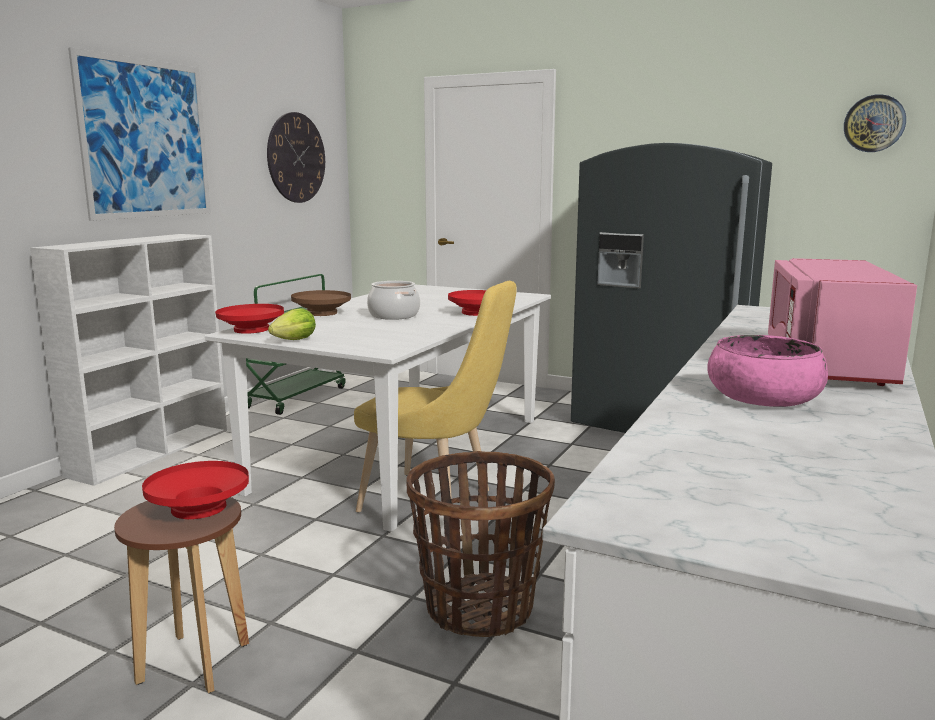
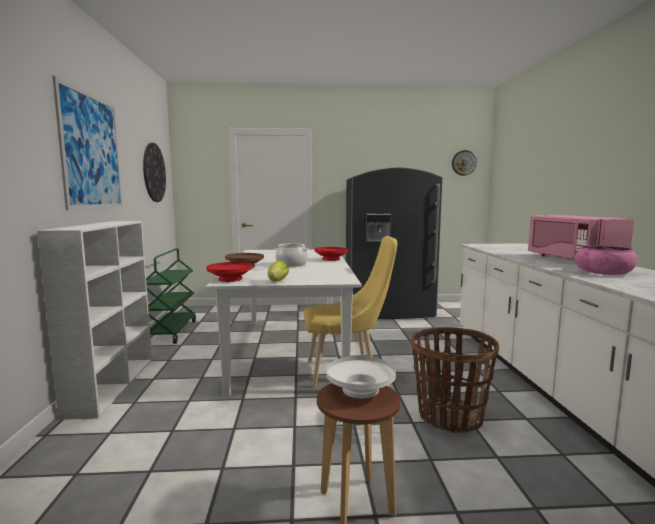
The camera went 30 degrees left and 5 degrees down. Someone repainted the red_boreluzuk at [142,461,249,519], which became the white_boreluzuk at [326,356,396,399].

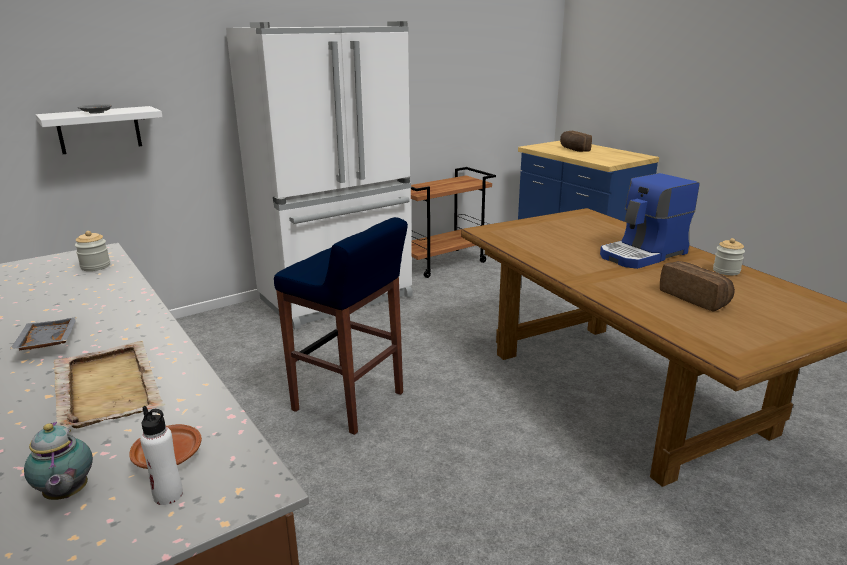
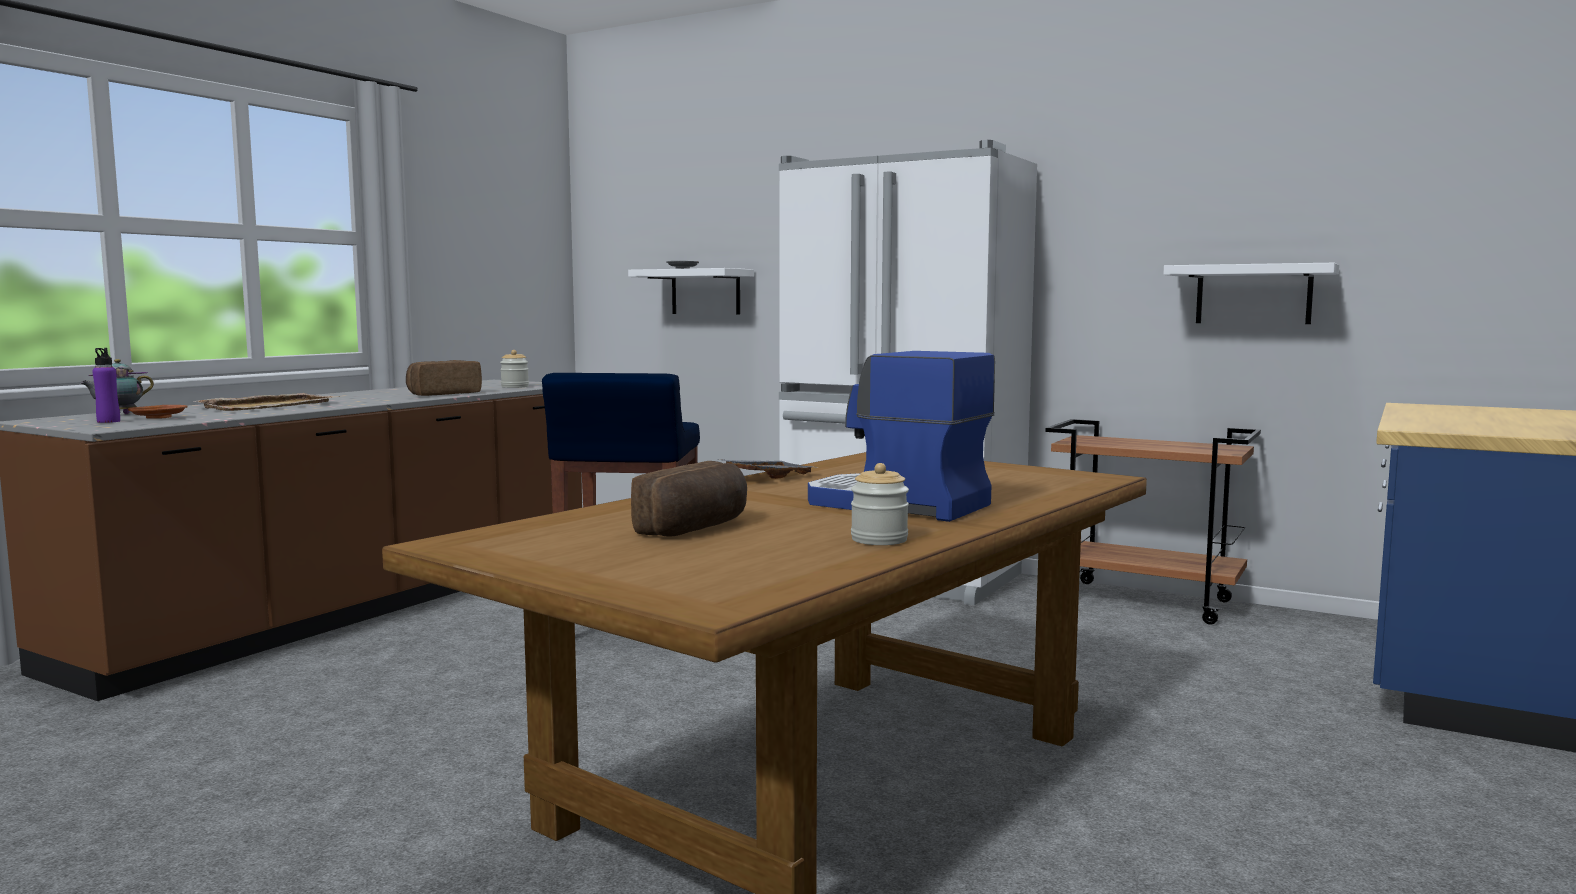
The camera went 65 degrees right and 15 degrees down. Someone carried the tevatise from [560,131,592,152] to [406,360,482,396]. Someone carried the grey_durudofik from [10,317,77,350] to [717,459,818,479]. Someone repainted the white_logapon at [140,406,183,505], which became the purple_logapon at [93,348,120,423]. Someone put up the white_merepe at [1163,263,1339,324].

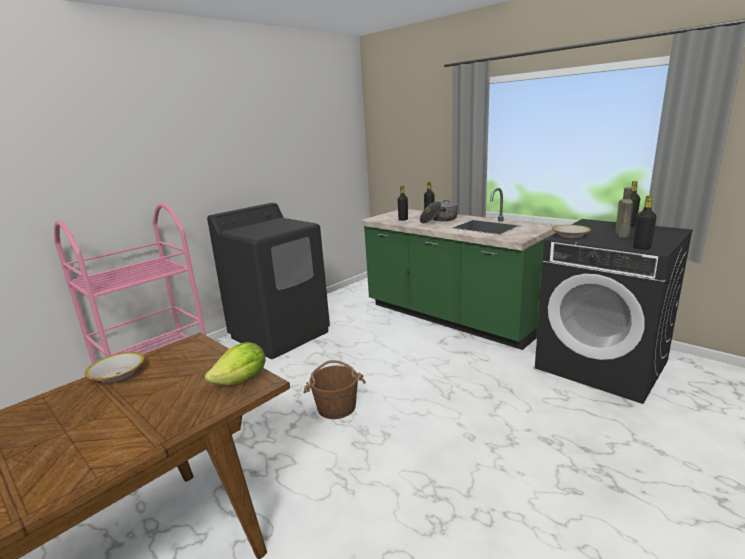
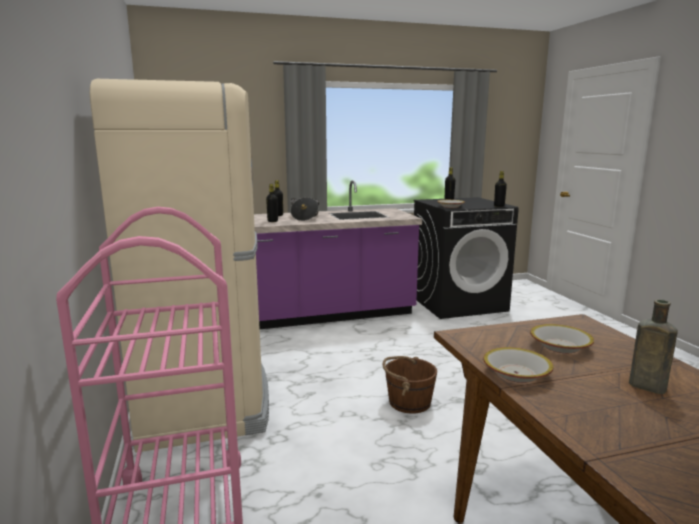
The camera went 60 degrees left and 5 degrees down. Someone carried the brown_logapon from [615,187,633,238] to [629,299,678,394]. Someone repainted the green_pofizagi at [360,188,558,350], which became the purple_pofizagi at [254,180,422,329]. Someone swapped the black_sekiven at [207,203,330,359] for the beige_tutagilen at [90,79,269,453]. Someone took away the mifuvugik at [205,342,266,385]. Someone put down the boreluzuk at [530,324,594,353].

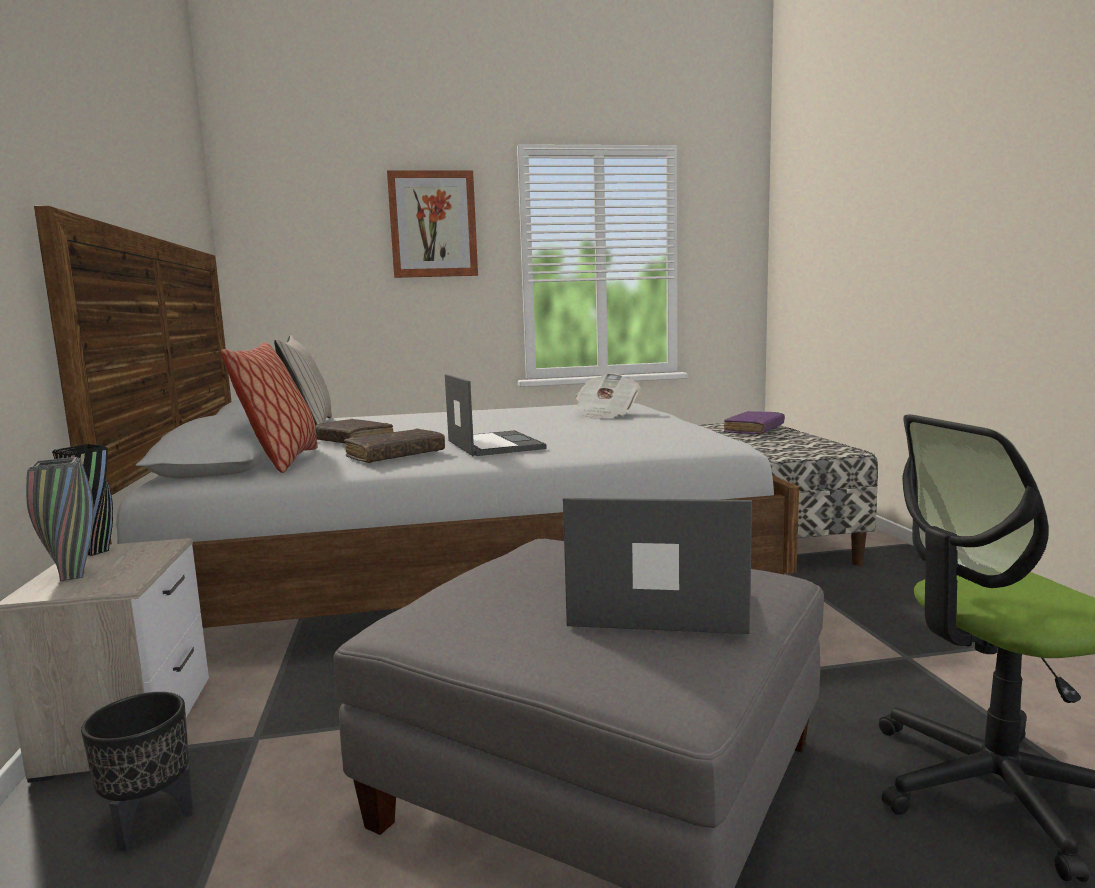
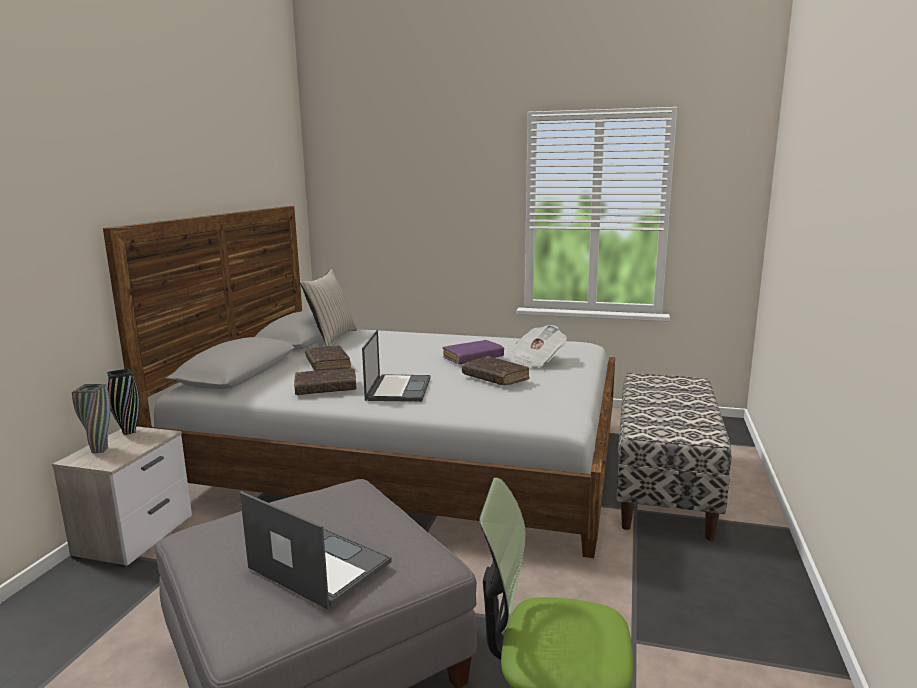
The camera went 25 degrees right and 5 degrees up. Someone took away the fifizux at [387,170,478,278]. Someone took away the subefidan at [221,342,318,473]. Someone carried the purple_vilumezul from [724,411,785,434] to [443,340,504,364]. Someone took away the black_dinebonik at [81,692,193,851]. Someone put down the brown_vilumezul at [462,356,530,386].

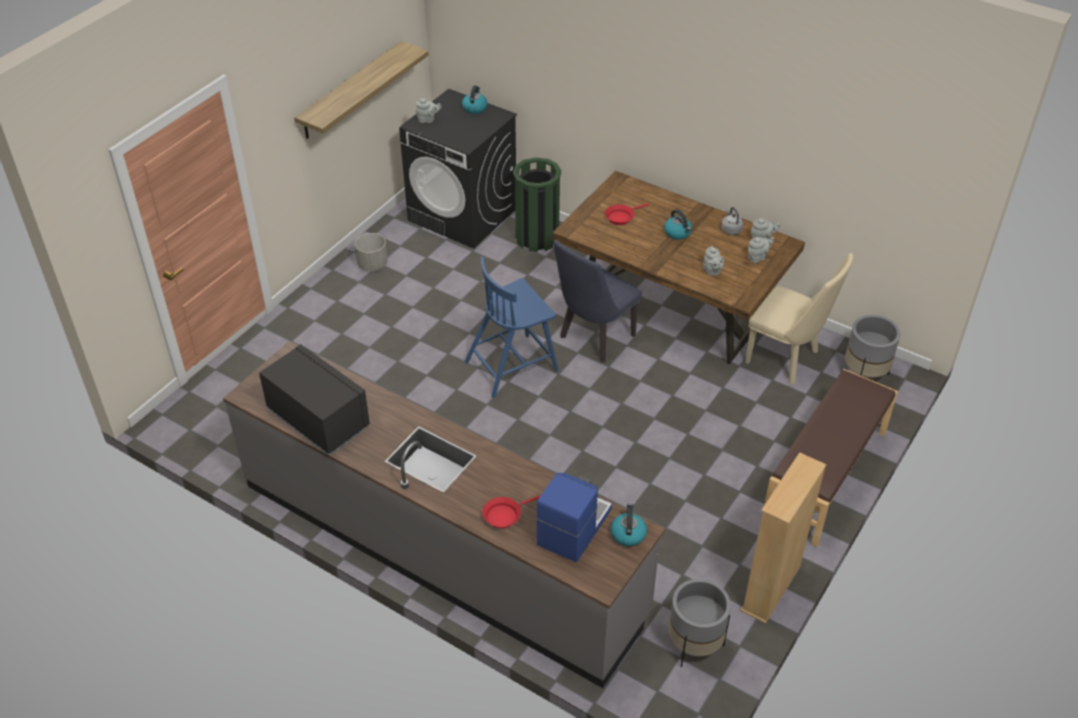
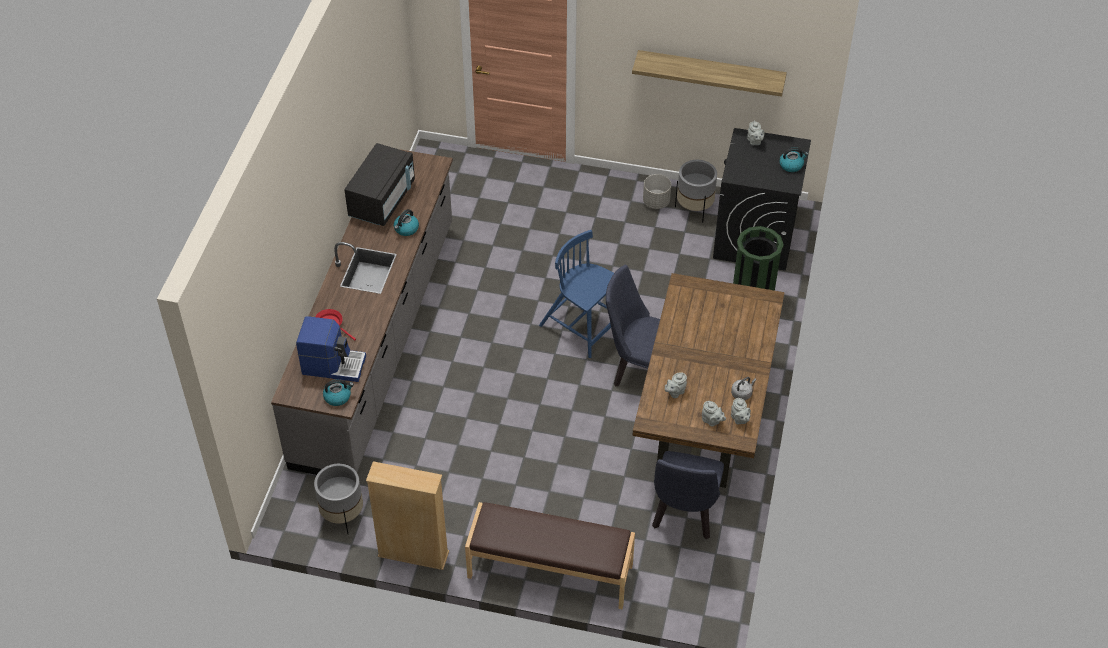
The camera went 70 degrees right and 5 degrees up. Someone took away the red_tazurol at [605,203,649,225]. Someone carried the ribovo from [664,209,692,240] to [394,209,419,236]. Someone repainted the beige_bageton at [745,253,854,385], which became the blue_bageton at [652,451,724,539]. Someone carried the grey_dinebonik from [845,315,900,377] to [675,160,717,222].

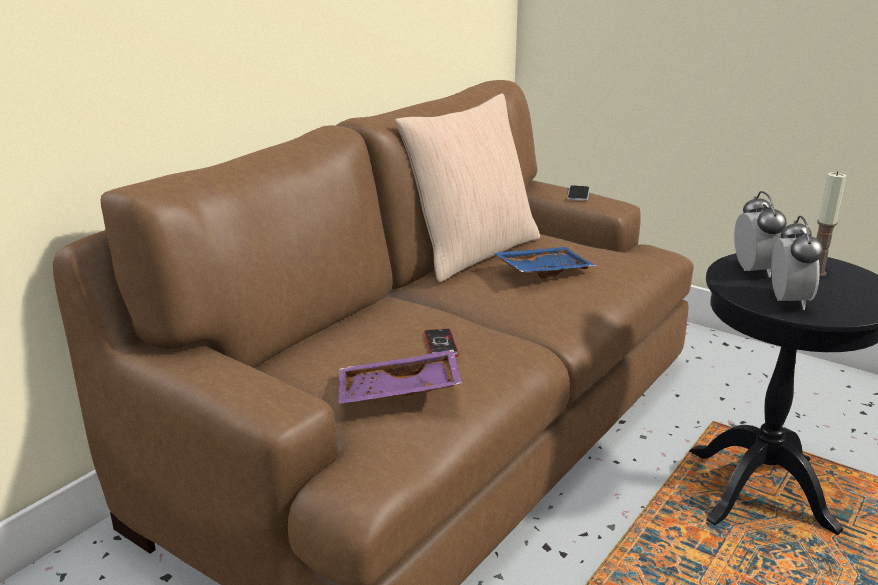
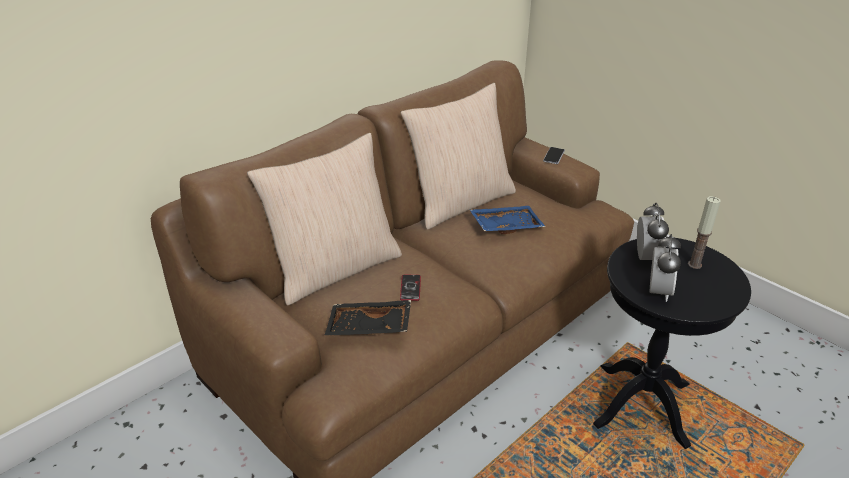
The camera went 10 degrees right and 10 degrees up. Someone repainted the purple_durudofik at [339,349,462,404], which became the black_durudofik at [325,300,411,335]. Someone put down the beige_subefidan at [247,133,402,305].

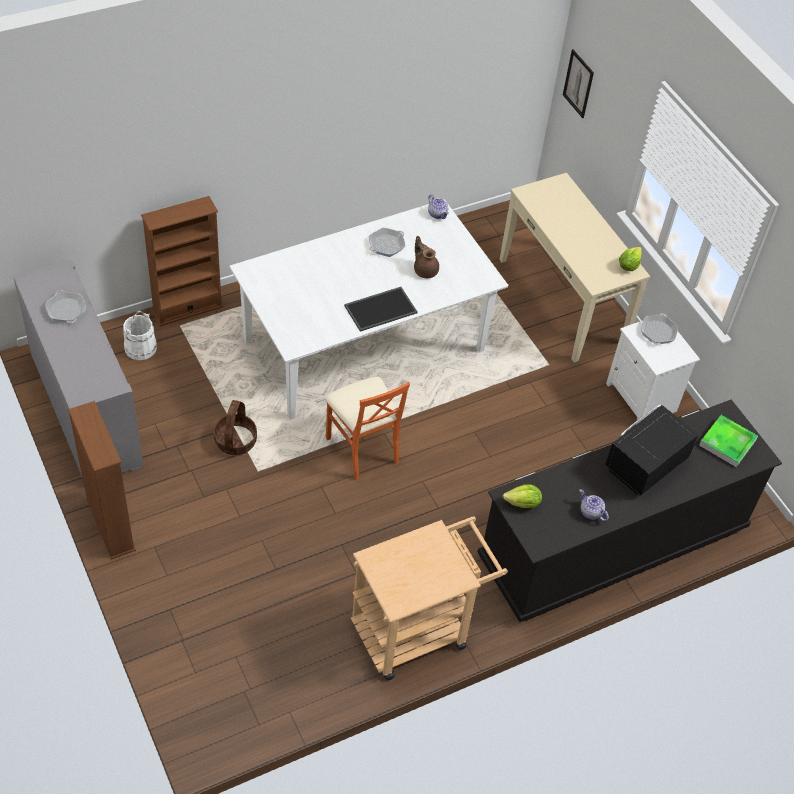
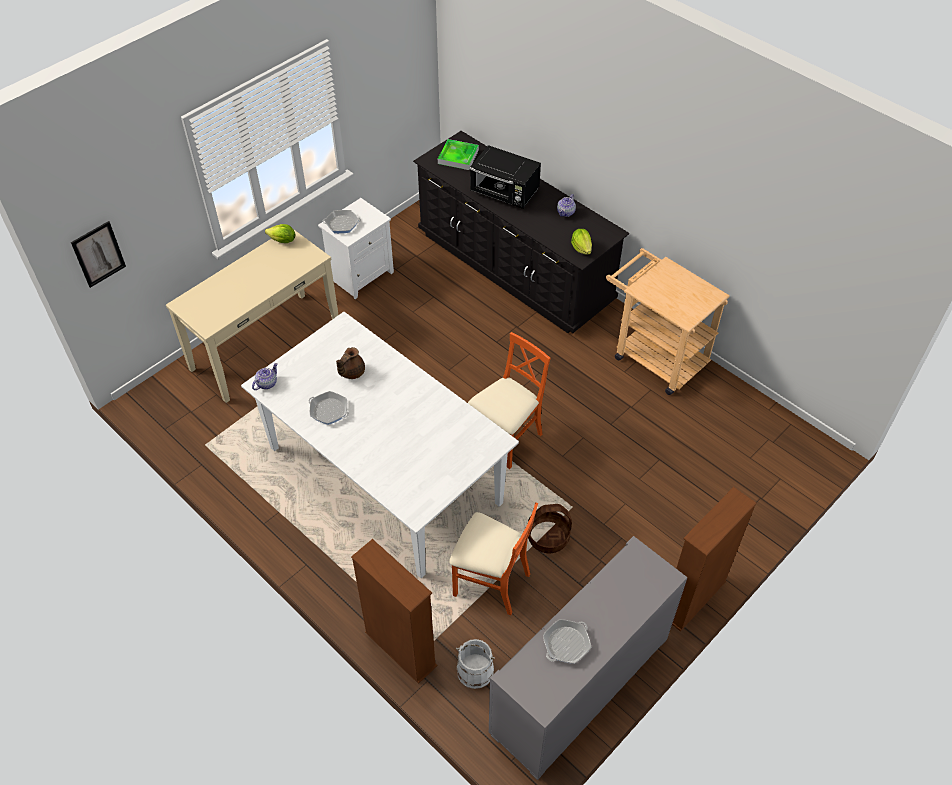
The camera went 105 degrees left and 0 degrees up. Someone took away the durudofik at [344,287,418,332]. Someone put down the orange_bageton at [449,502,538,616].

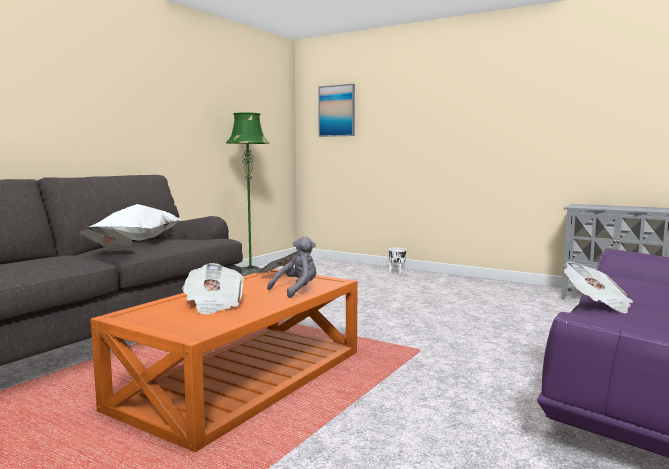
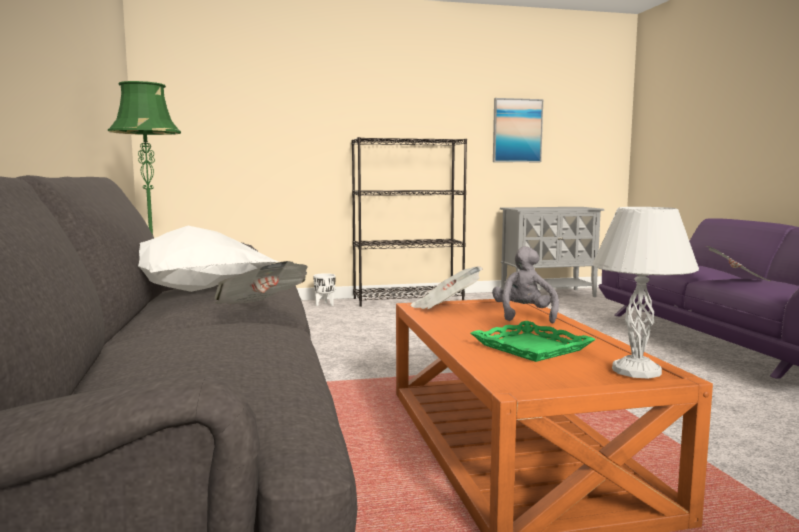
The camera went 45 degrees left and 0 degrees up. Someone carried the fifizux from [318,84,355,137] to [493,98,543,162]. Someone swapped the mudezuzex at [182,263,244,314] for the green_durudofik at [471,321,596,362]. Someone put down the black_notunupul at [352,137,467,307]. Someone put down the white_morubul at [593,207,699,379].

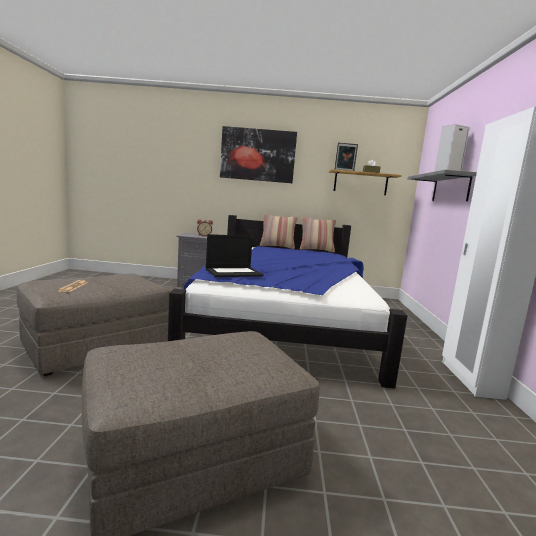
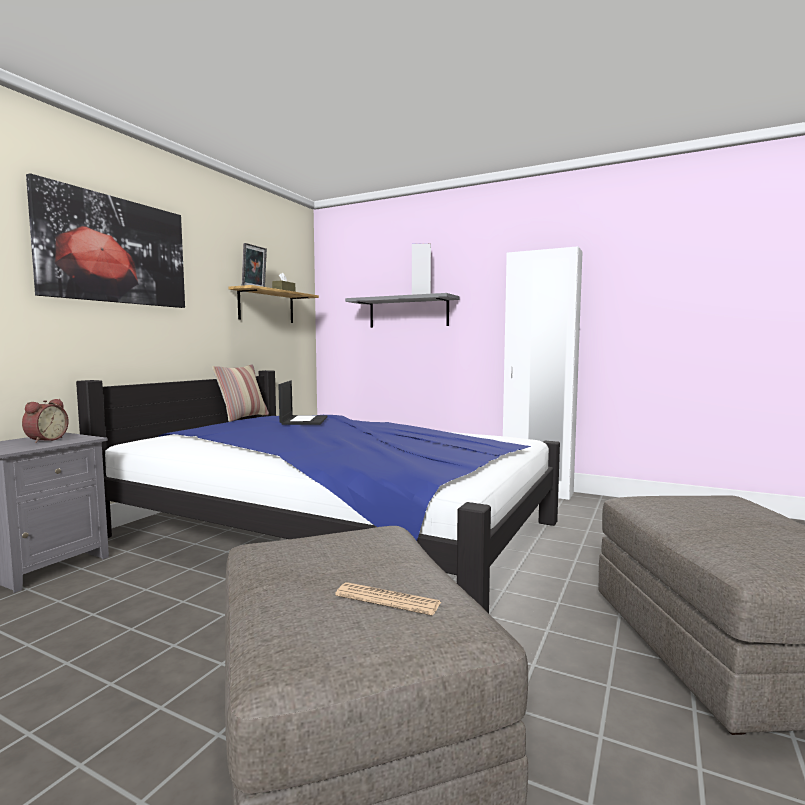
The camera went 65 degrees left and 5 degrees down. Someone took away the subefidan at [260,214,298,249]. Someone carried the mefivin from [206,234,264,277] to [278,381,328,425].

